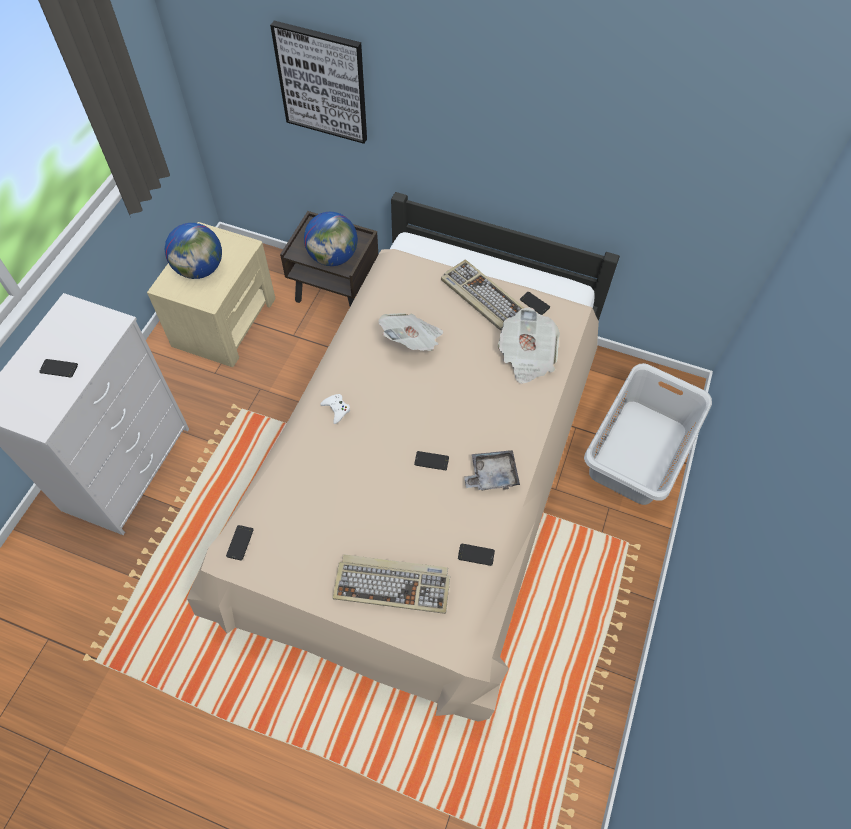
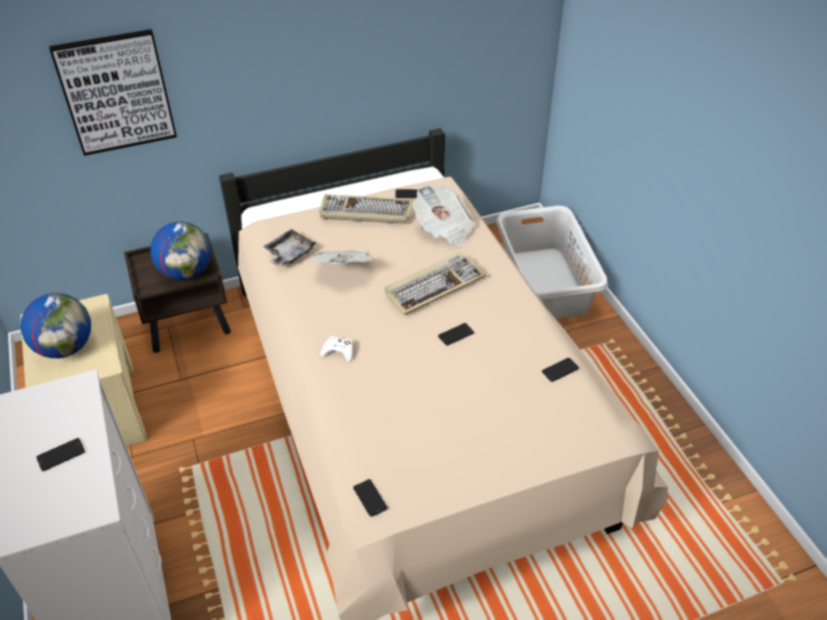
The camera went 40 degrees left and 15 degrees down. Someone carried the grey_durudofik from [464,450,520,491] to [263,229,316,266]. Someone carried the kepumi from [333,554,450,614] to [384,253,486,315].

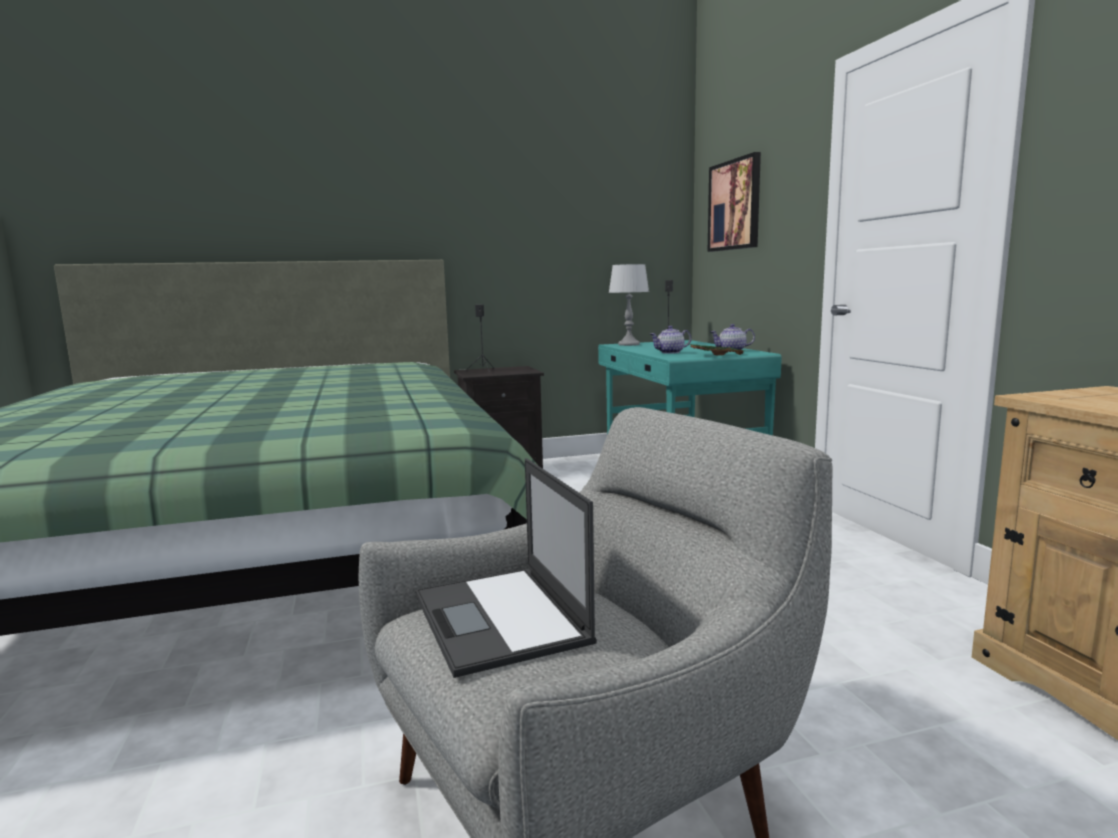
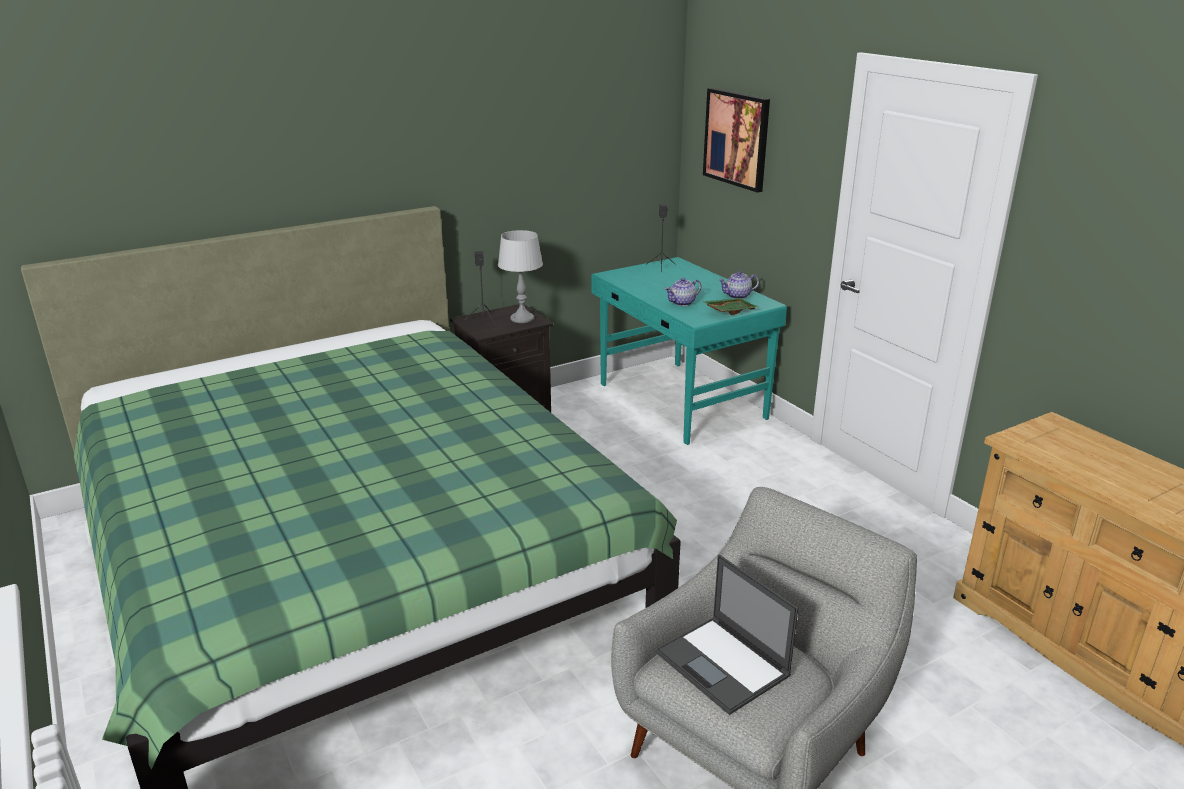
The camera went 15 degrees left and 15 degrees up. Someone carried the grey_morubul from [609,264,649,346] to [498,230,543,323].

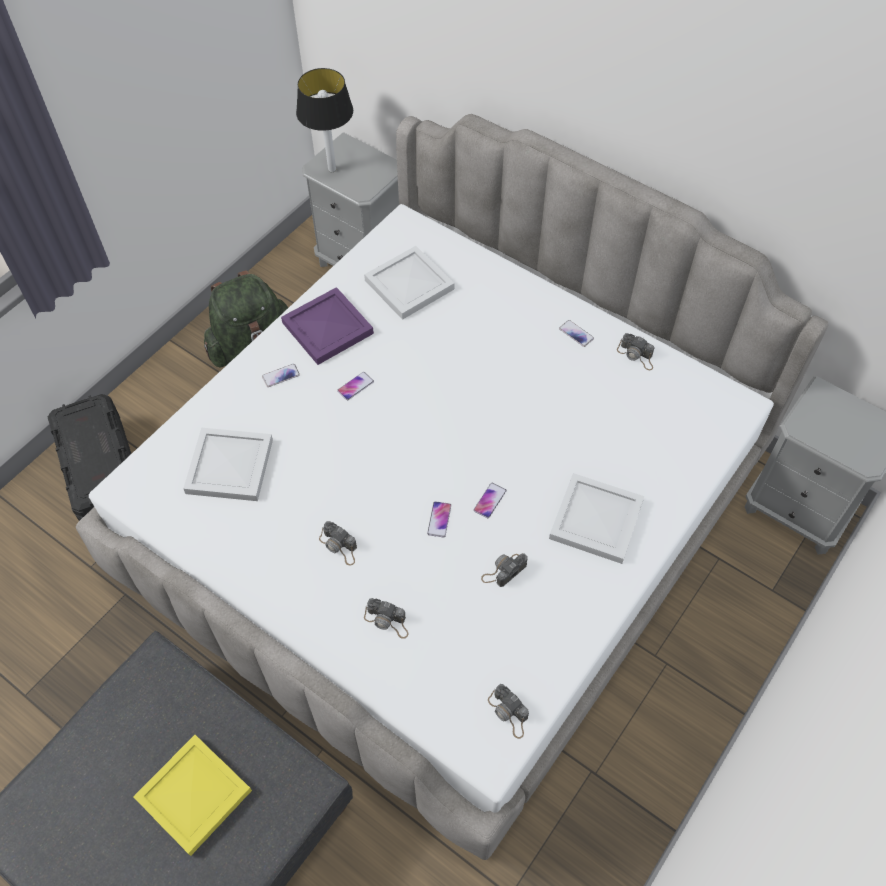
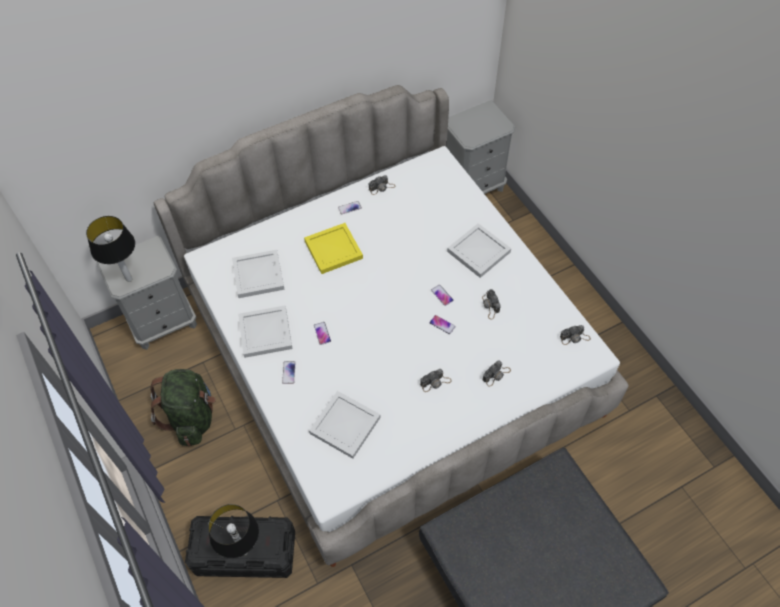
The camera went 65 degrees left and 0 degrees up. Someone repainted the purple_durudofik at [281,287,374,365], which became the white_durudofik at [238,306,293,358]. Someone carried the yellow_durudofik from [133,735,252,856] to [304,223,363,274]. Someone put down the morubul at [208,504,259,558].

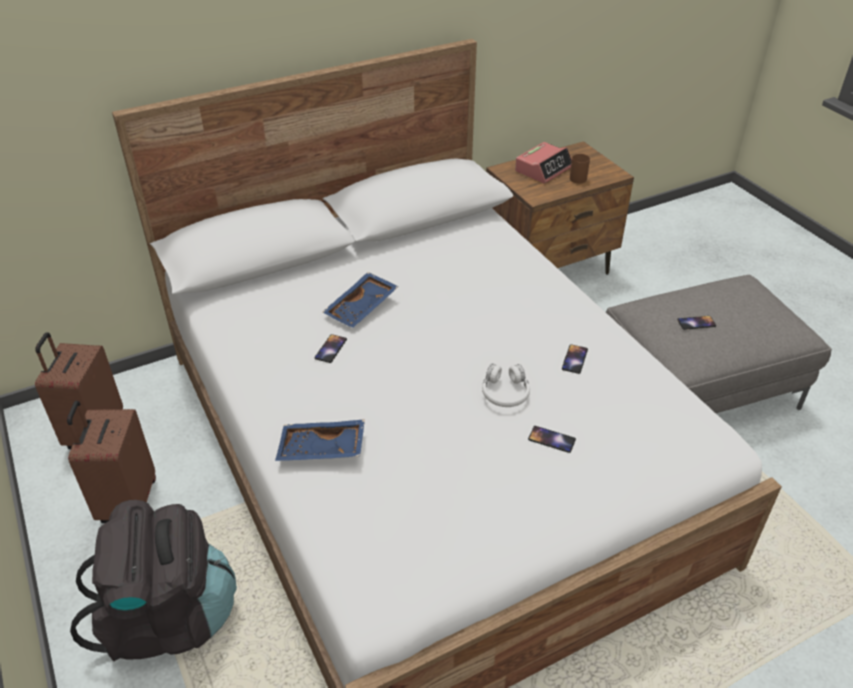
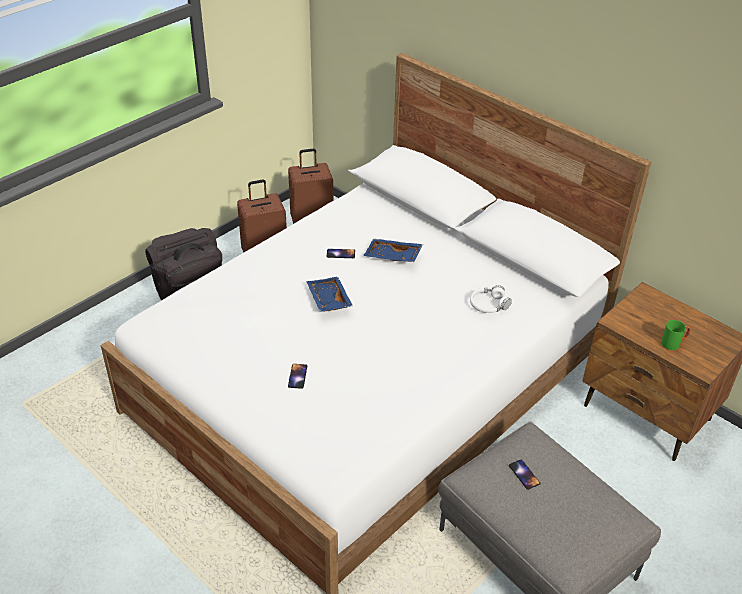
The camera went 70 degrees right and 0 degrees up. Someone took away the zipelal at [515,142,572,184]. Someone repainted the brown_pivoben at [570,154,590,184], which became the green_pivoben at [661,320,690,350]. Someone took away the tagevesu at [562,344,588,374]. Someone carried the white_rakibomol from [482,364,530,407] to [470,285,512,313]. Someone carried the blue_durudofik from [275,419,365,461] to [306,277,353,312].

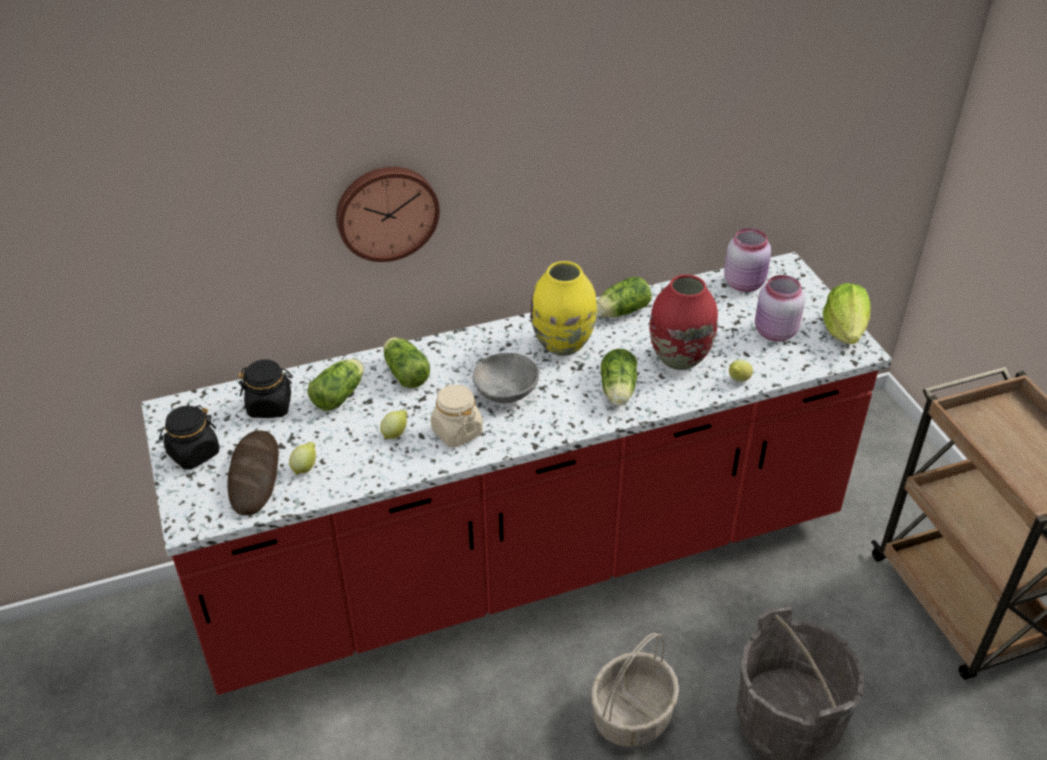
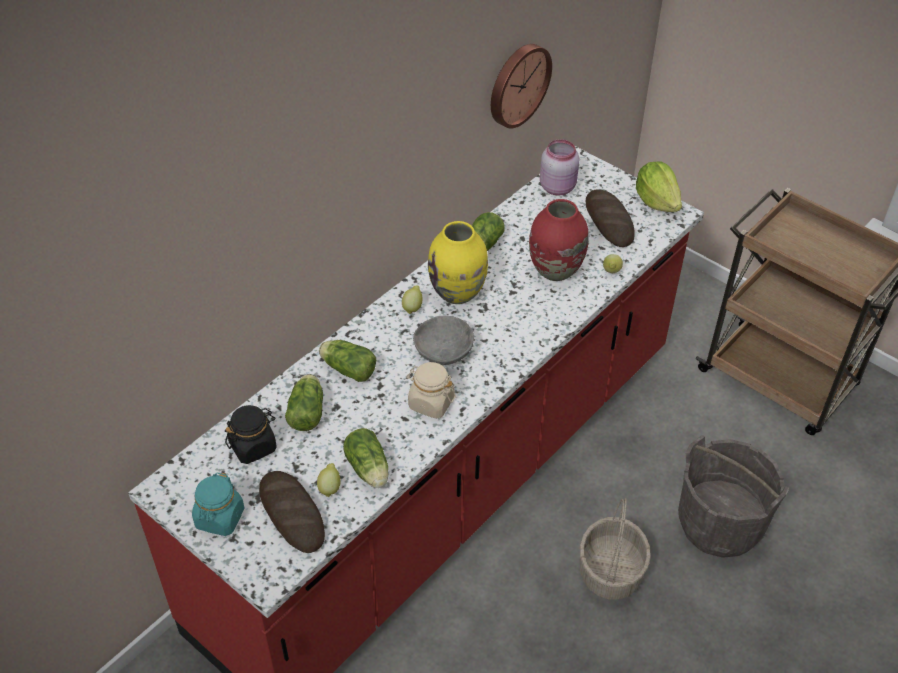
The camera went 30 degrees left and 5 degrees up. Someone carried the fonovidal from [336,167,440,262] to [491,44,552,129]. Someone swapped the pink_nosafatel at [755,275,805,342] for the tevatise at [586,189,634,247]. Someone carried the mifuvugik from [601,349,637,406] to [343,428,388,488]. Someone repainted the black_nosafatel at [159,405,220,470], which became the turquoise_nosafatel at [192,472,244,536]. Someone carried the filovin from [380,410,407,439] to [402,285,422,314].

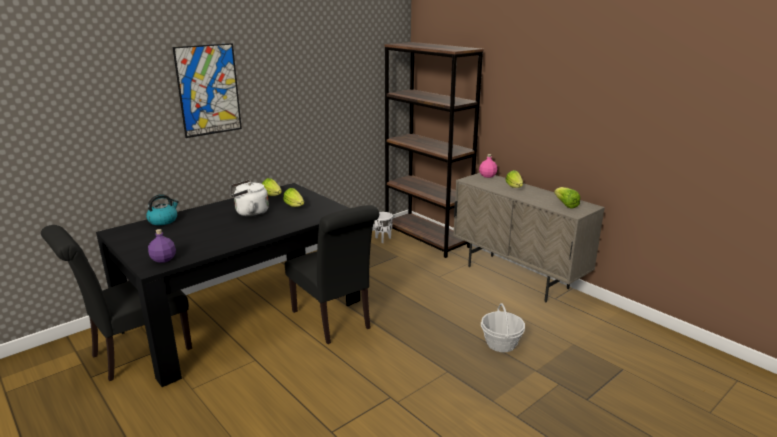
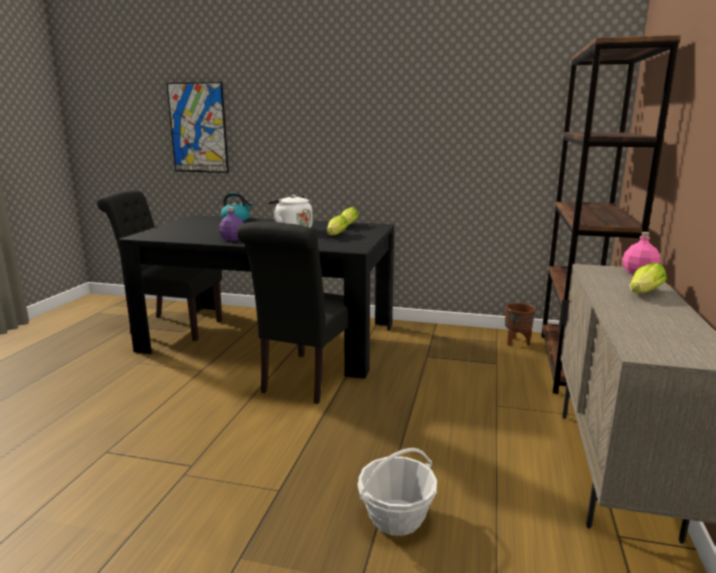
The camera went 55 degrees right and 5 degrees down. Someone carried the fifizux from [172,43,242,138] to [166,82,229,173]. Someone took away the mifuvugik at [554,187,580,208]. Someone repainted the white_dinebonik at [374,212,393,243], which became the brown_dinebonik at [505,303,535,346]. Someone carried the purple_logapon from [148,229,176,263] to [219,207,244,241].

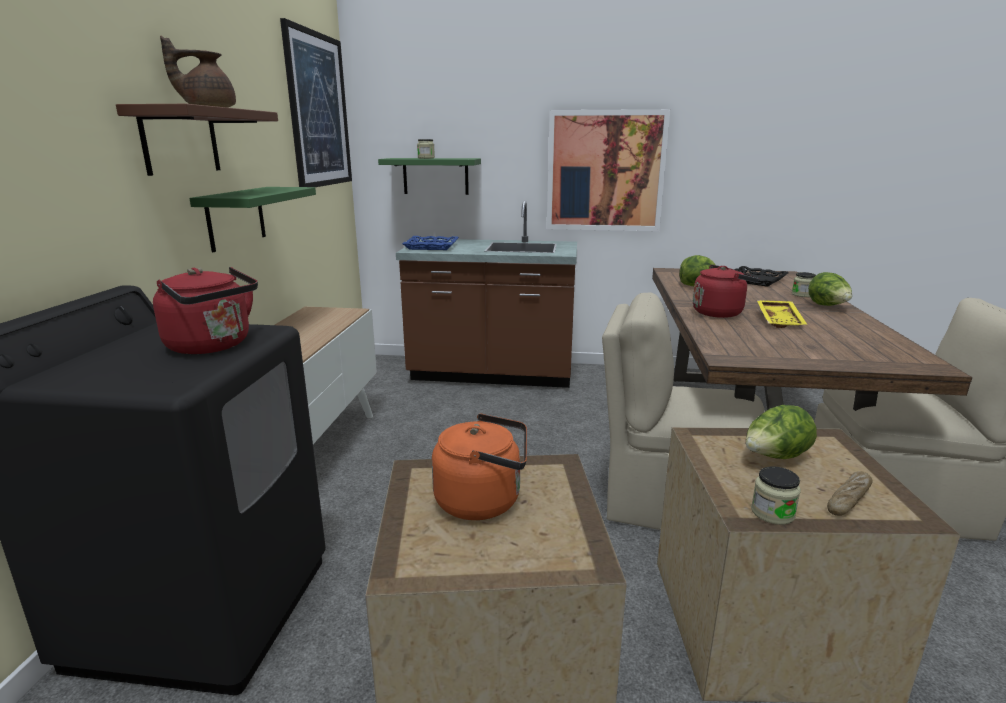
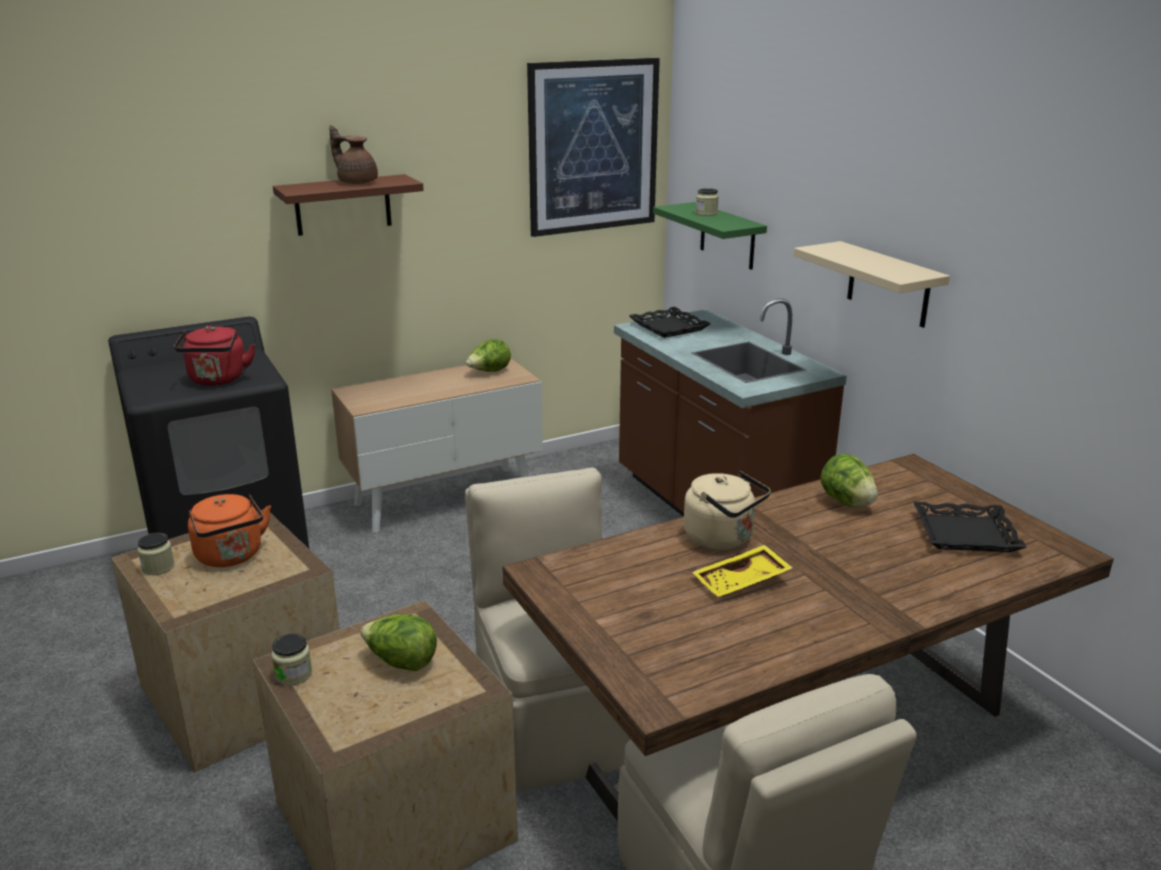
The camera went 55 degrees right and 5 degrees up. Someone swapped the fifizux at [547,109,670,231] for the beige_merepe at [794,241,950,328]. Someone took away the green_merepe at [189,187,316,252]. Someone repainted the blue_durudofik at [402,236,459,250], which became the black_durudofik at [629,307,711,338]. Someone repainted the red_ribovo at [693,265,759,318], which became the beige_ribovo at [684,471,771,550]. Someone carried the nosafatel from [792,272,816,297] to [138,533,175,575]. Someone carried the mifuvugik from [808,272,852,306] to [466,339,511,372]. Someone took away the tevatise at [827,471,873,516].

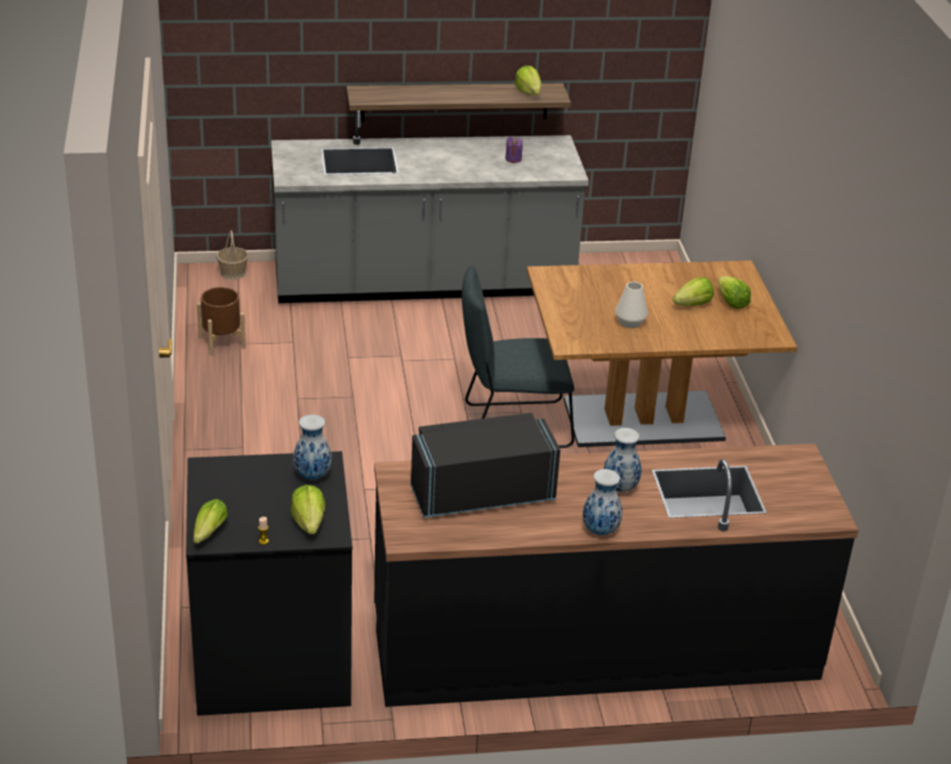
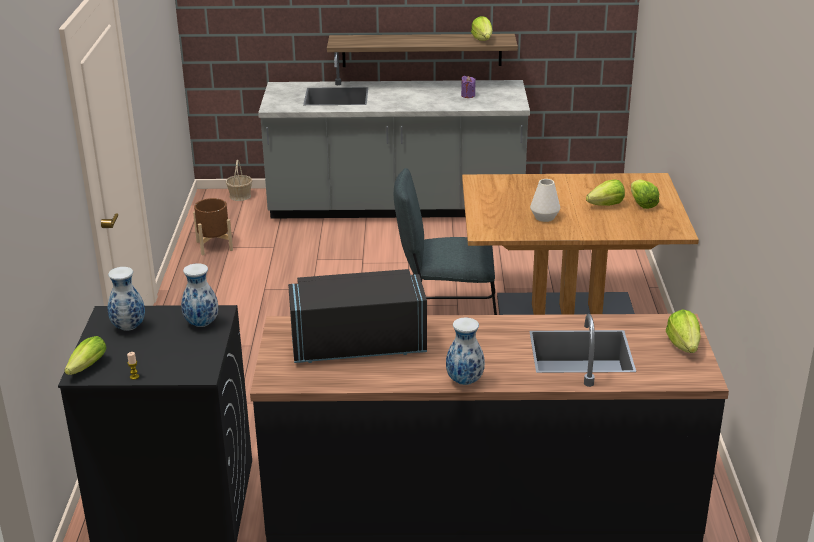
The camera went 10 degrees right and 5 degrees down. Someone carried the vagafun from [604,428,641,492] to [108,267,145,331]. Someone carried the mifuvugik from [291,485,325,534] to [666,309,701,353].

